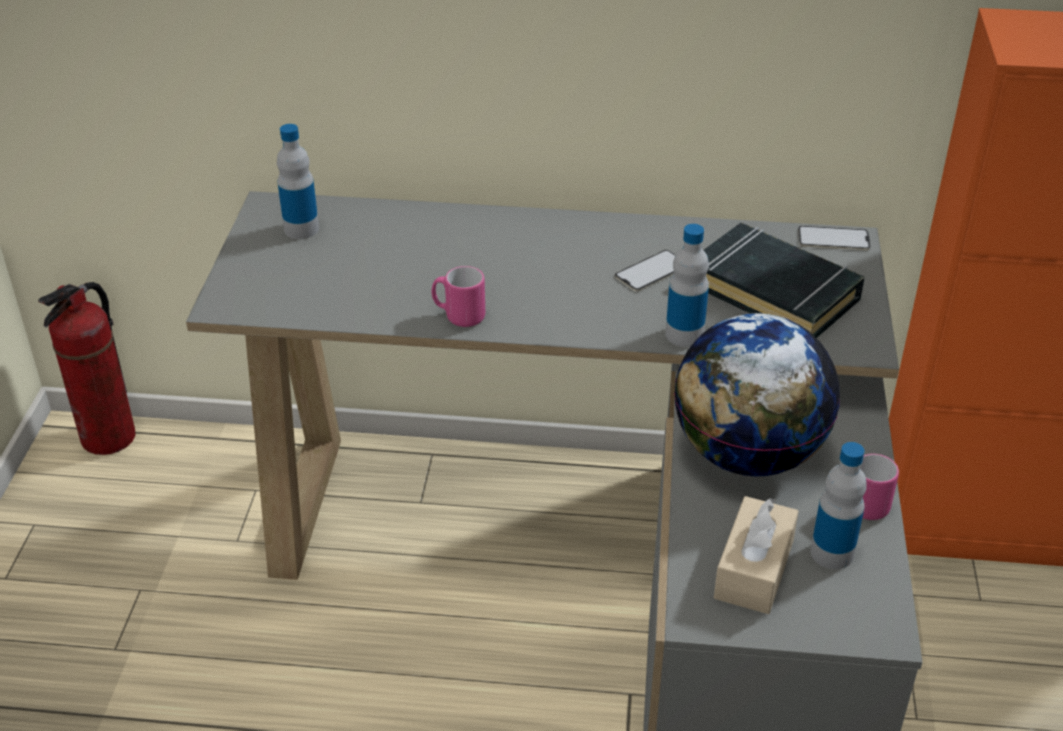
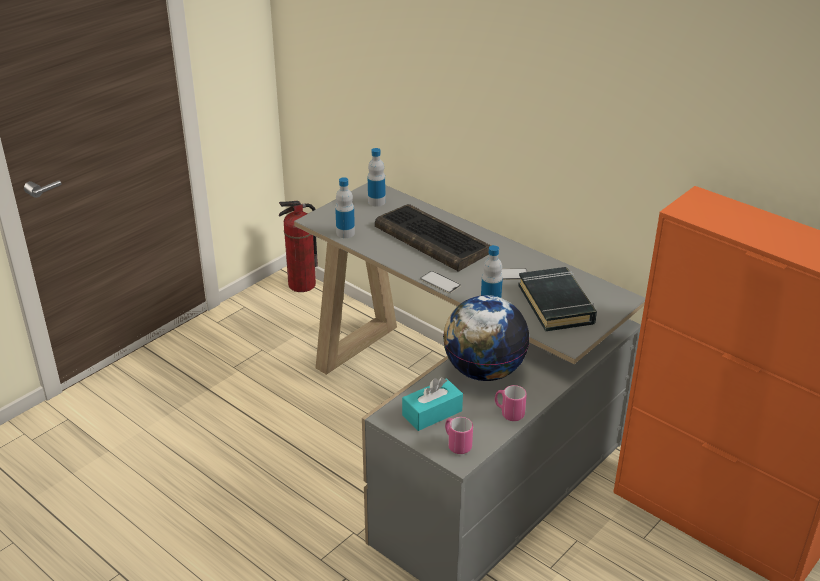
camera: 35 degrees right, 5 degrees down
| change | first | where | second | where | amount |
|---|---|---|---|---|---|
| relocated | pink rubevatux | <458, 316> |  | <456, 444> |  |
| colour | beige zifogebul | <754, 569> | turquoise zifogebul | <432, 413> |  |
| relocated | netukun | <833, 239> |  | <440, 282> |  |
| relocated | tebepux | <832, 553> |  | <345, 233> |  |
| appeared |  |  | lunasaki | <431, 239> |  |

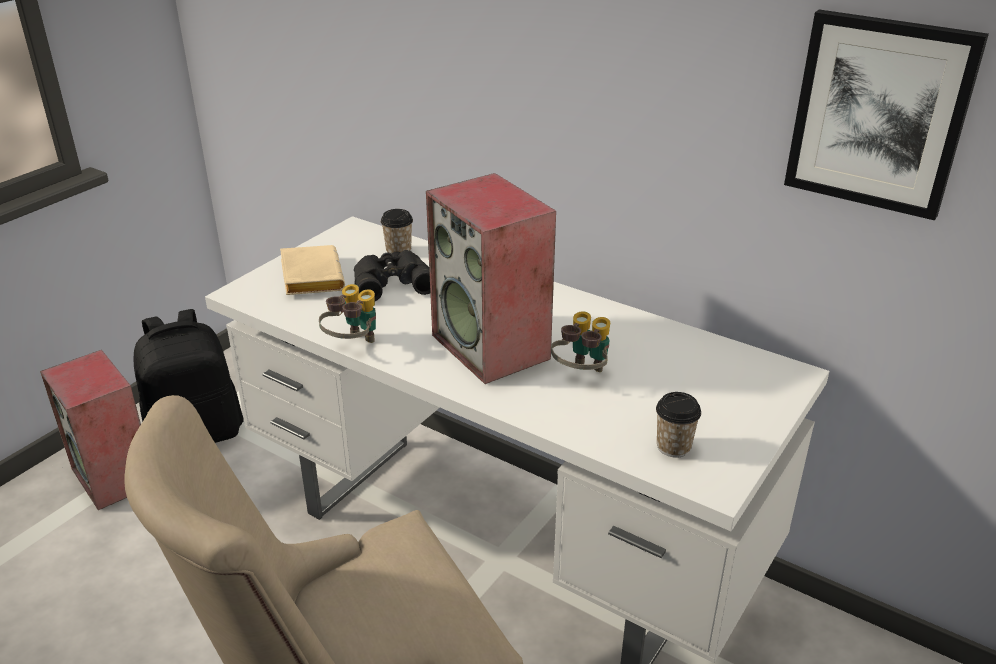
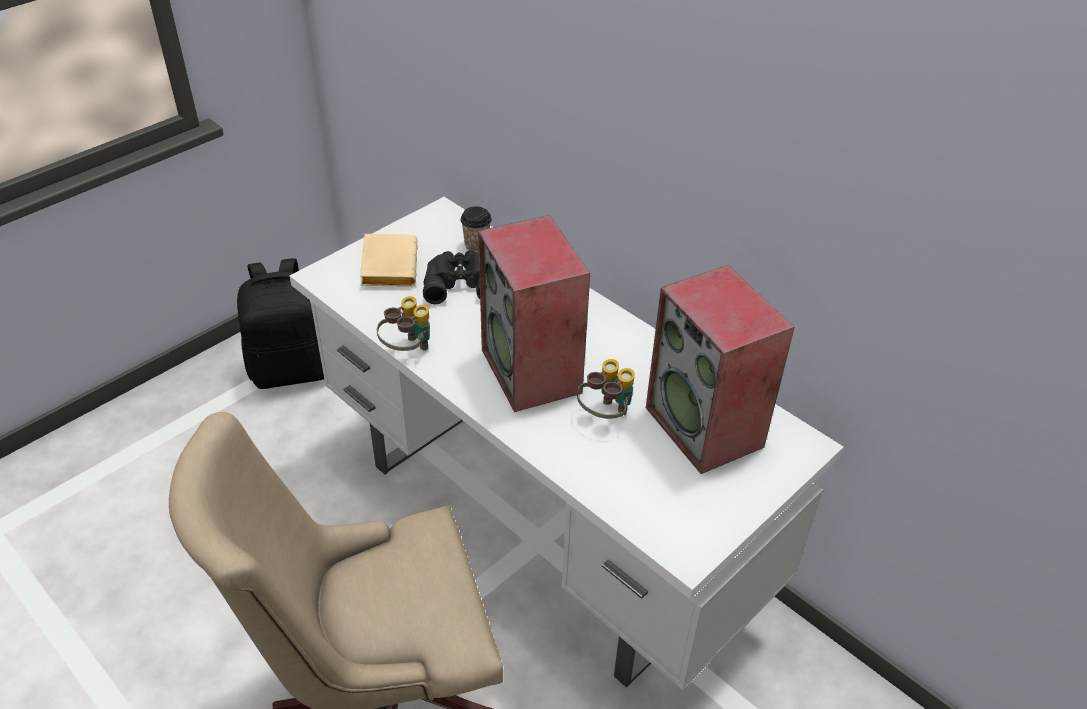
camera: 10 degrees right, 10 degrees up
| change | first | where | second | where | amount |
|---|---|---|---|---|---|
| relocated | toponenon | <115, 477> |  | <706, 427> |  |
| missing | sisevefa | <673, 447> |  |  |  |
| missing | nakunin | <879, 114> |  |  |  |

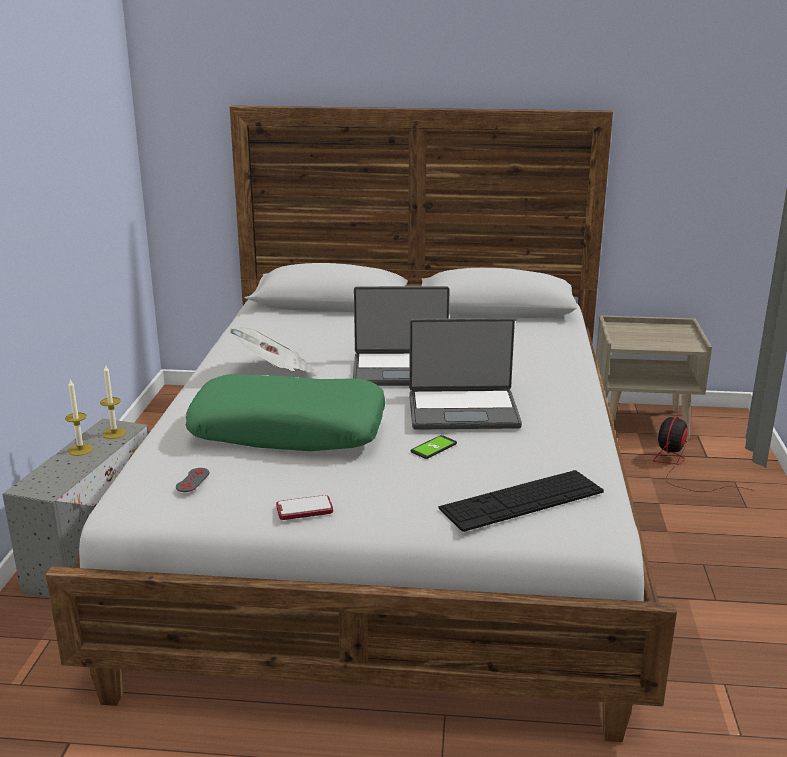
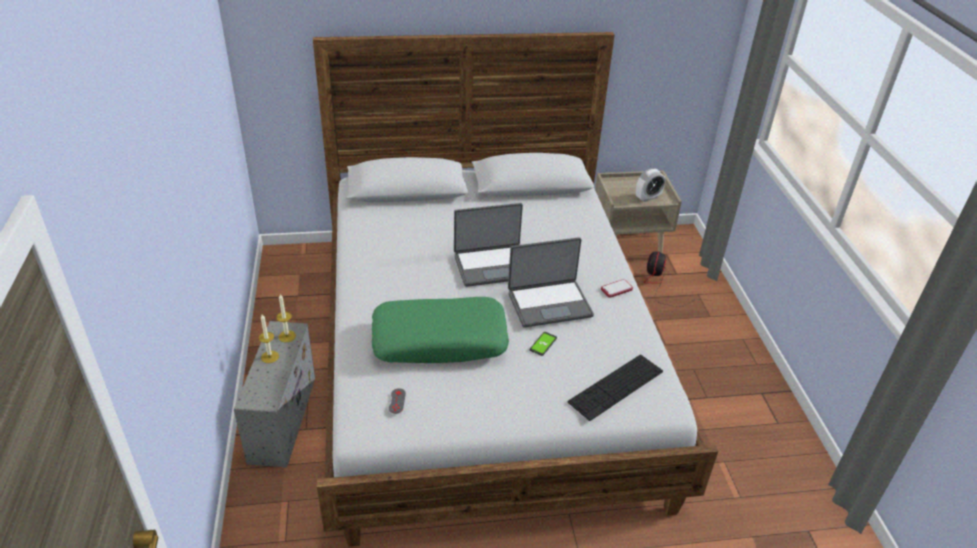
camera: 15 degrees left, 15 degrees up
| change | first | where | second | where | amount |
|---|---|---|---|---|---|
| missing | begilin | <274, 372> |  |  |  |
| relocated | netukun | <304, 509> |  | <616, 289> |  |
| appeared |  |  | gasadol | <648, 198> |  |

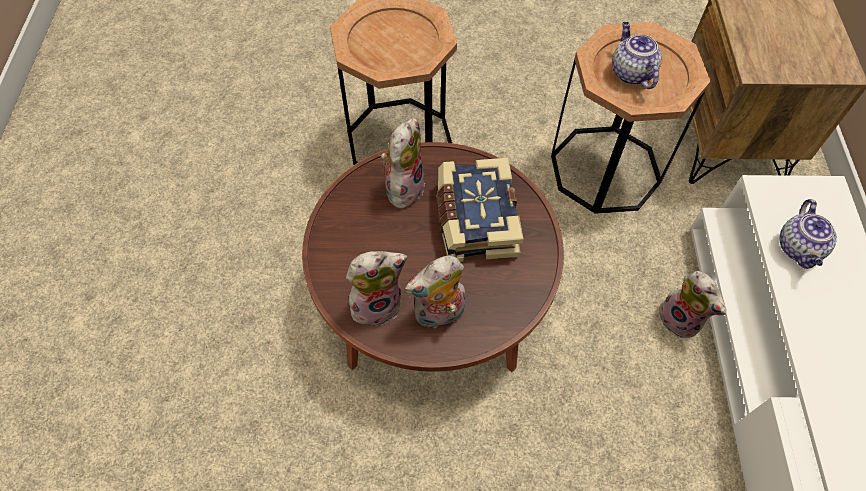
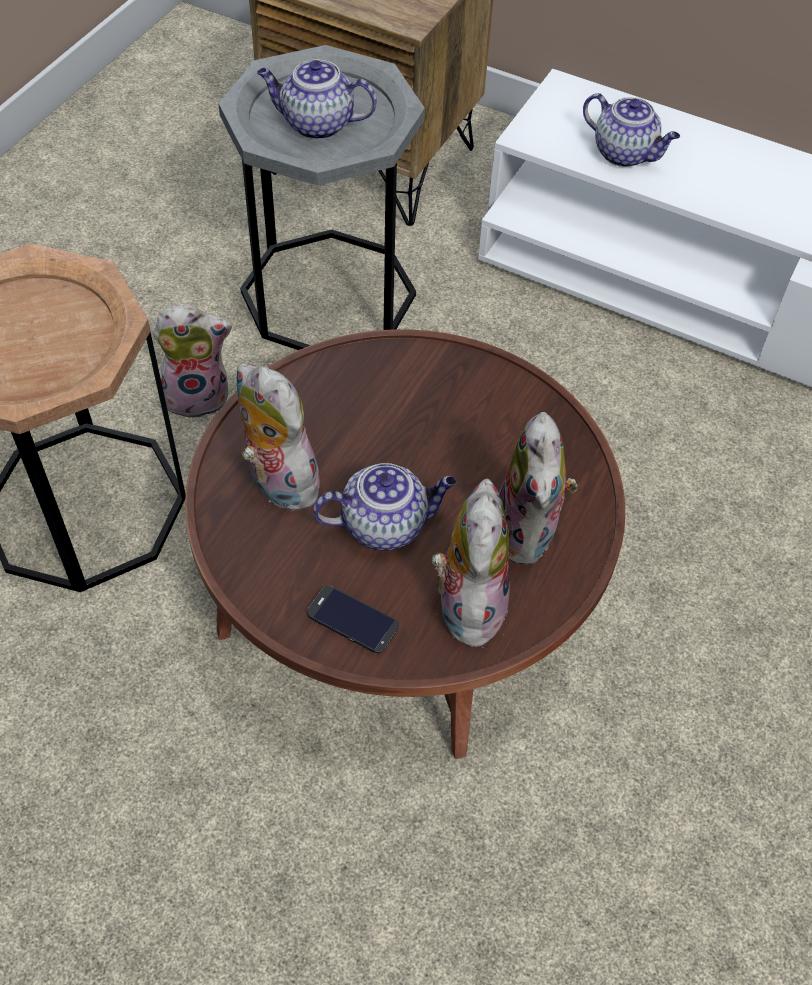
camera: 65 degrees left, 5 degrees down
| change | first | where | second | where | amount |
|---|---|---|---|---|---|
| missing | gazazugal | <475, 220> |  |  |  |
| colour | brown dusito | <605, 169> | grey dusito | <328, 293> |  |
| relocated | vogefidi | <681, 320> |  | <198, 395> |  |
| appeared |  |  | netukun | <353, 619> |  |
| appeared |  |  | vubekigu | <385, 524> |  |

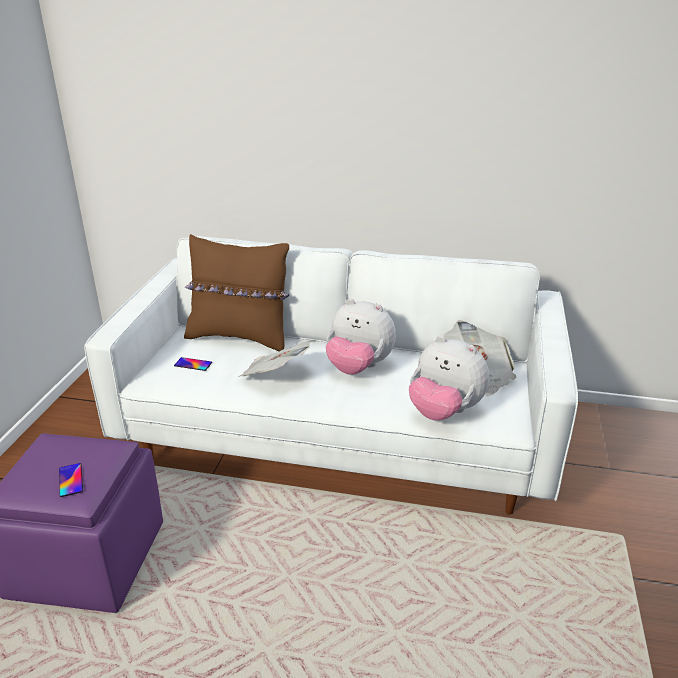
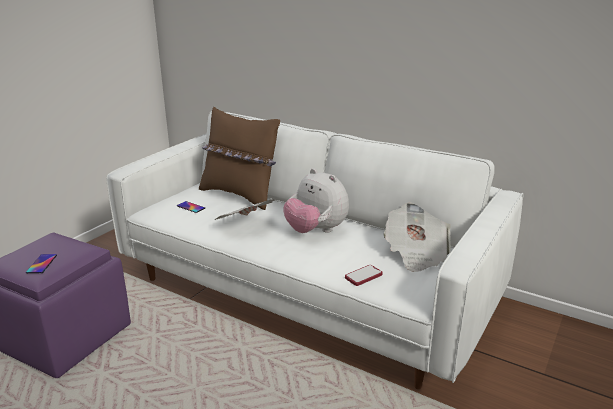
camera: 20 degrees right, 5 degrees down
| change | first | where | second | where | amount |
|---|---|---|---|---|---|
| exchanged | vogefidi | <444, 412> | netukun | <363, 276> |  |

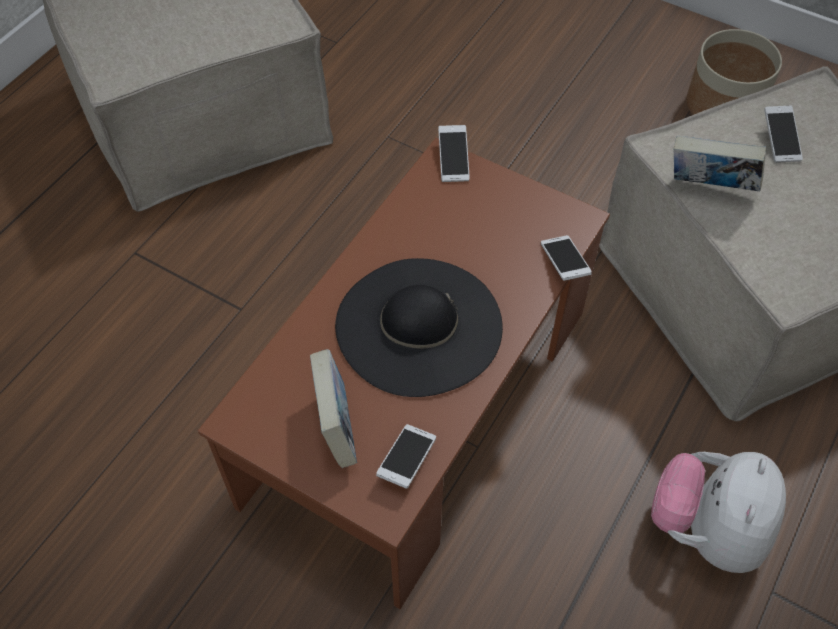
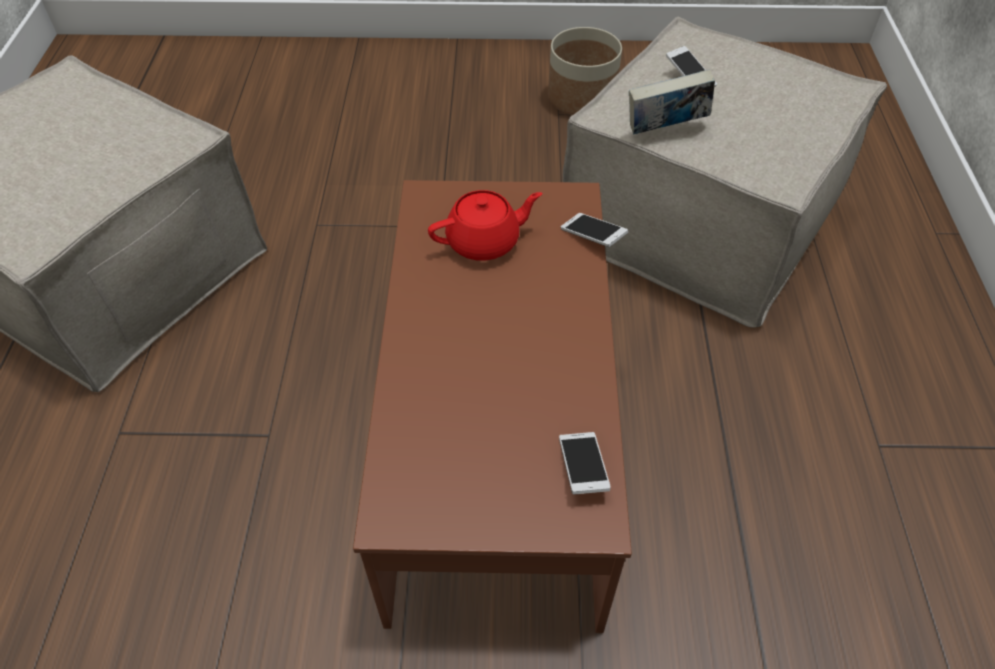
camera: 30 degrees left, 5 degrees down
| change | first | where | second | where | amount |
|---|---|---|---|---|---|
| missing | gazazugal | <336, 426> |  |  |  |
| missing | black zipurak | <418, 326> |  |  |  |
| missing | netukun | <453, 160> |  |  |  |
| missing | vogefidi | <706, 529> |  |  |  |
| appeared |  |  | red vubekigu | <484, 242> |  |

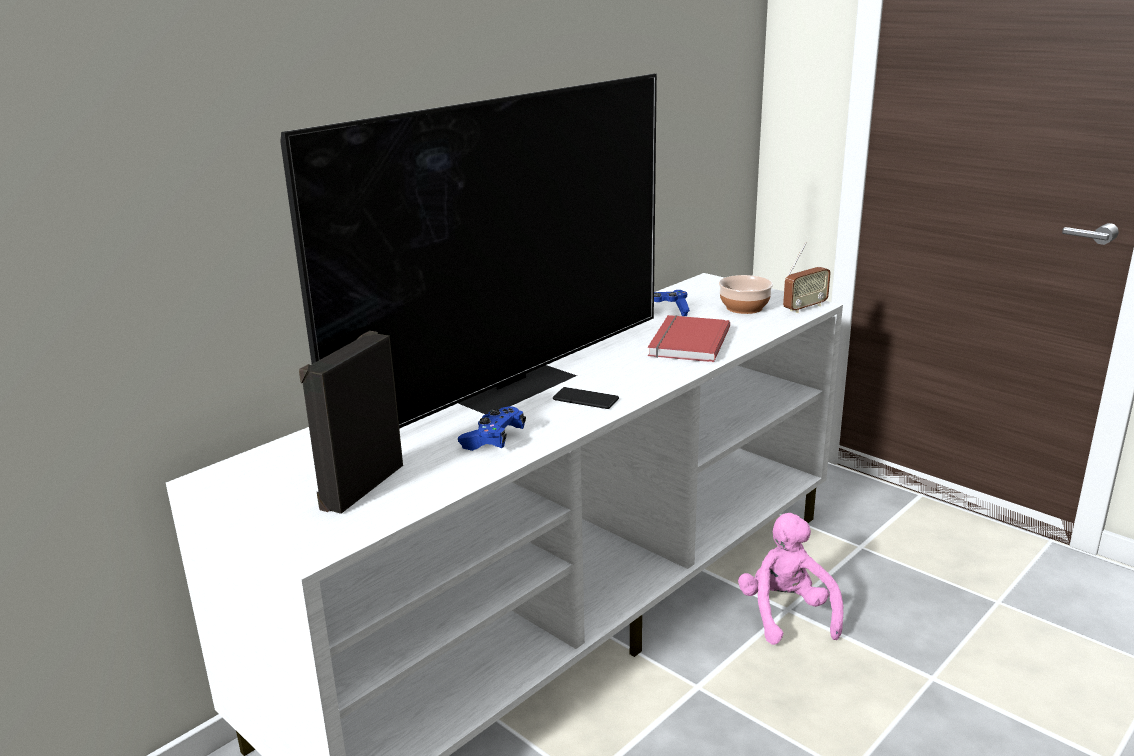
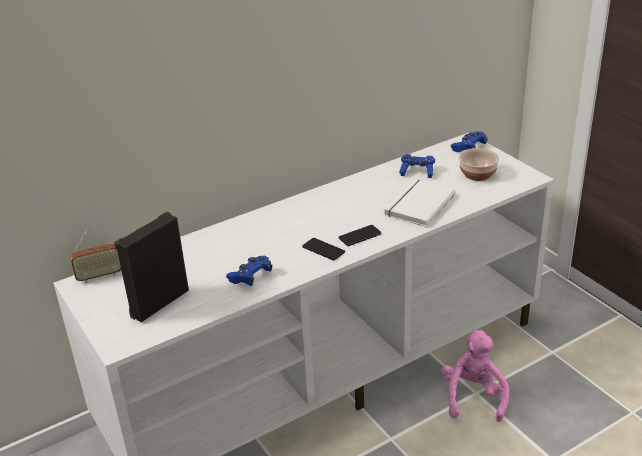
camera: 15 degrees right, 10 degrees up
| change | first | where | second | where | amount |
|---|---|---|---|---|---|
| missing | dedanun | <512, 384> |  |  |  |
| colour | red gazazugal | <686, 342> | white gazazugal | <417, 204> |  |
| relocated | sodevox | <804, 308> |  | <99, 276> |  |
| appeared |  |  | netukun | <360, 236> |  |
| appeared |  |  | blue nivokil | <469, 148> |  |

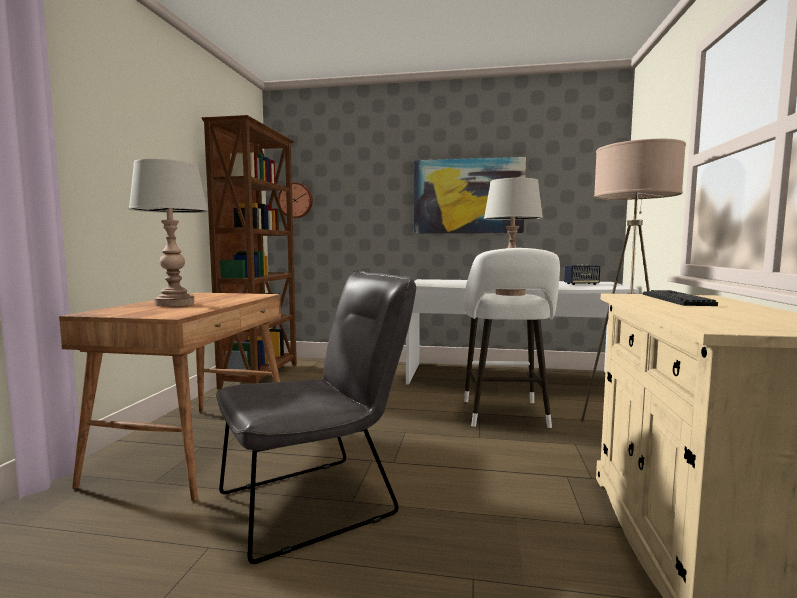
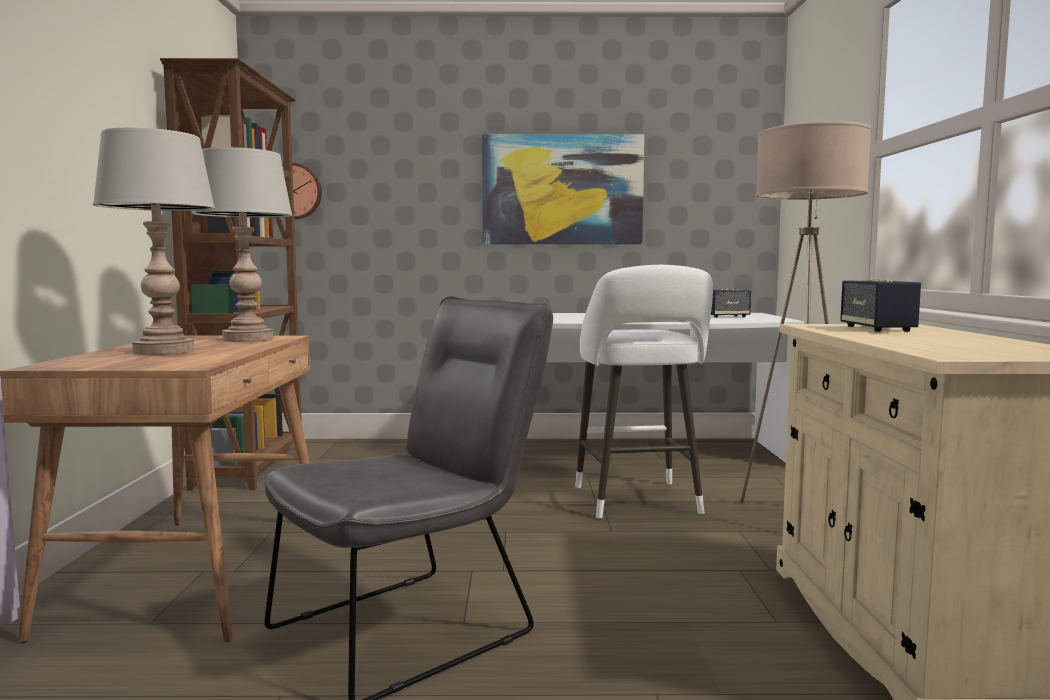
camera: 10 degrees left, 0 degrees up
| change | first | where | second | where | amount |
|---|---|---|---|---|---|
| relocated | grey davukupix | <510, 294> |  | <248, 339> |  |
| exchanged | lunasaki | <676, 299> | toponenon | <877, 329> |  |

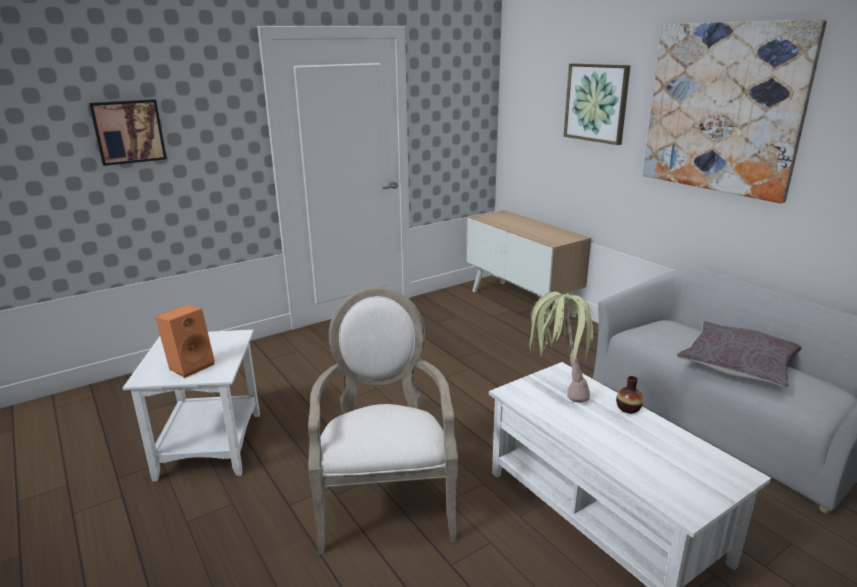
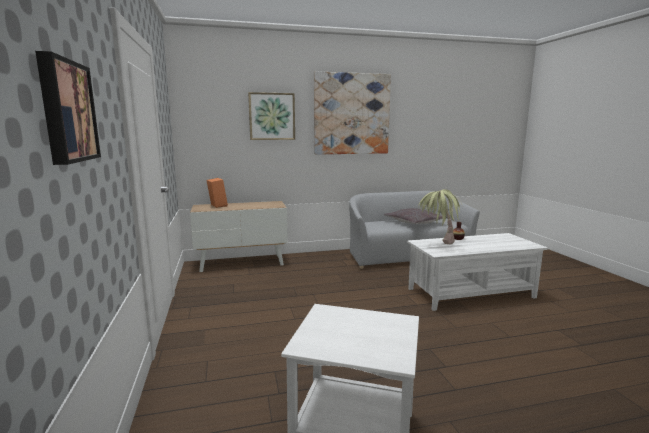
camera: 70 degrees left, 10 degrees down
| change | first | where | second | where | amount |
|---|---|---|---|---|---|
| relocated | orange toponenon | <191, 365> |  | <217, 206> |  |
| missing | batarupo | <386, 503> |  |  |  |

